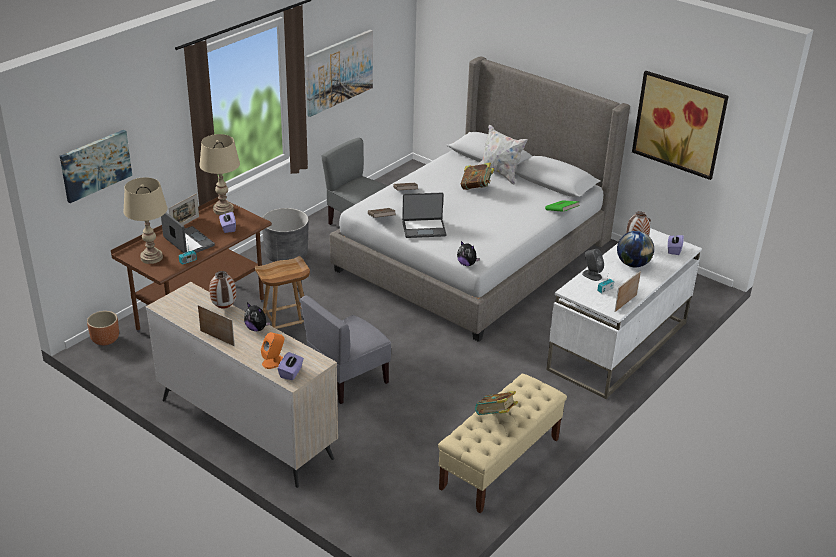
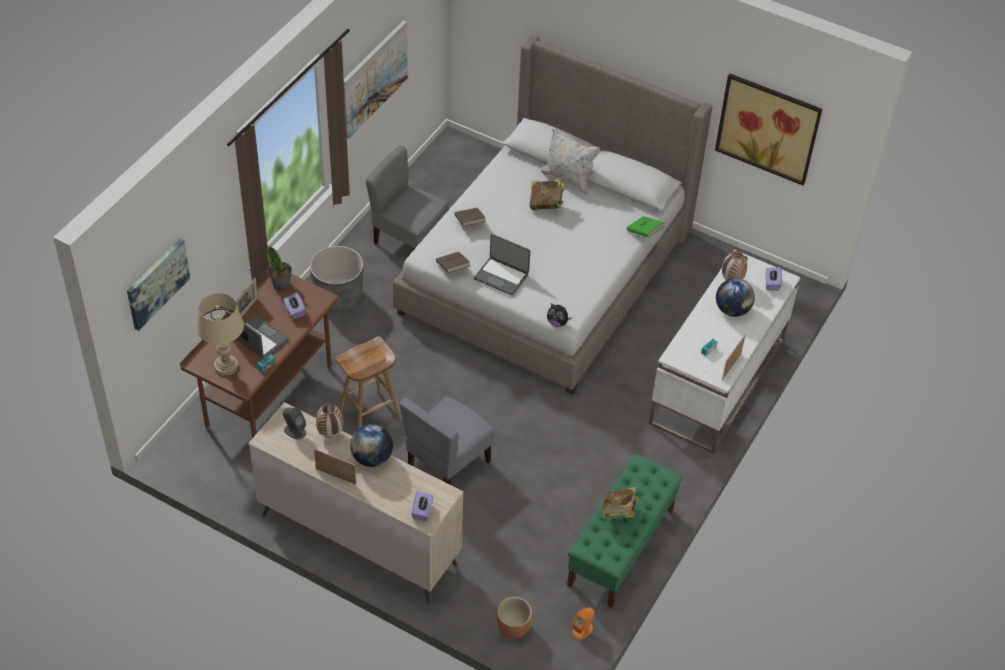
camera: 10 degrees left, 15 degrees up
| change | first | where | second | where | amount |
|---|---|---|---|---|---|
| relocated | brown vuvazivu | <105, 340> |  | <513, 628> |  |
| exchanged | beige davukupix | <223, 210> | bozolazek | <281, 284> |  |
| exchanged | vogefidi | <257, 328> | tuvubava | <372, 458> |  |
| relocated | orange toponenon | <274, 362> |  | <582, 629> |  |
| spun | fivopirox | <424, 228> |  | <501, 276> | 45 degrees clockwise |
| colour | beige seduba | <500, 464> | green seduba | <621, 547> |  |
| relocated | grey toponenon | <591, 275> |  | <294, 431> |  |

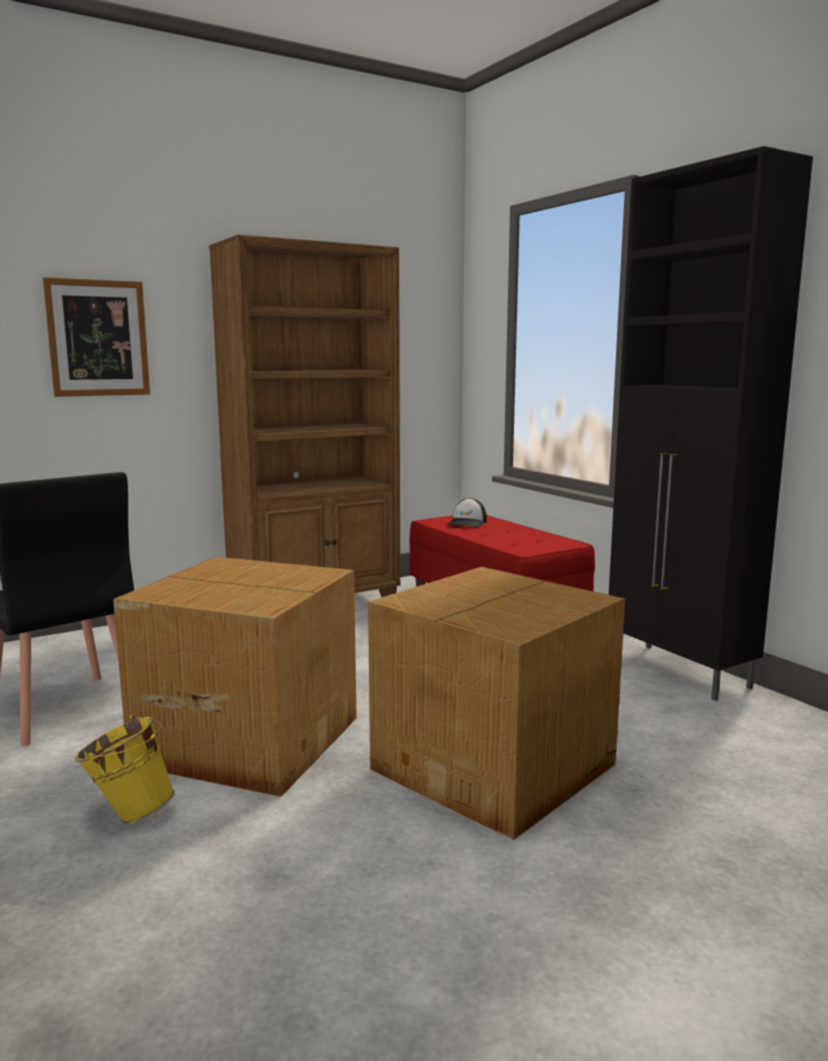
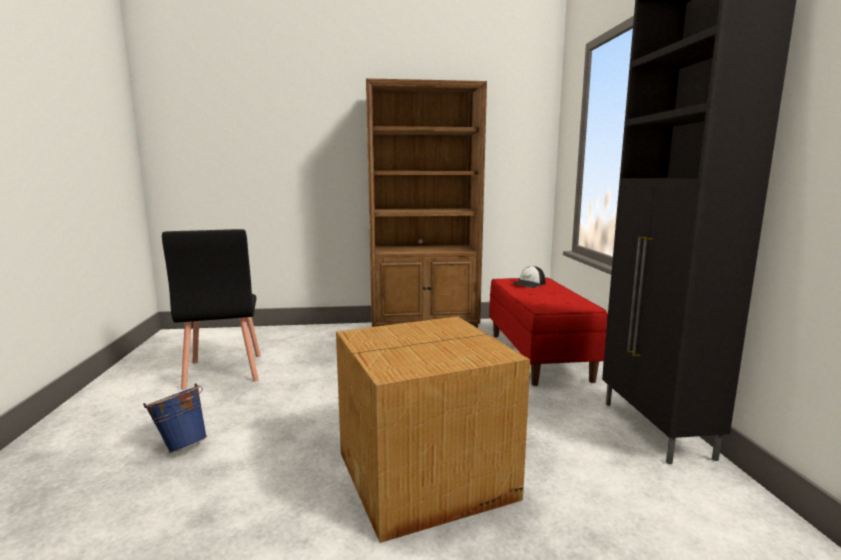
camera: 25 degrees right, 0 degrees up
| change | first | where | second | where | amount |
|---|---|---|---|---|---|
| missing | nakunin | <98, 338> |  |  |  |
| colour | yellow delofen | <129, 813> | blue delofen | <181, 446> |  |
| missing | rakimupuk | <247, 738> |  |  |  |

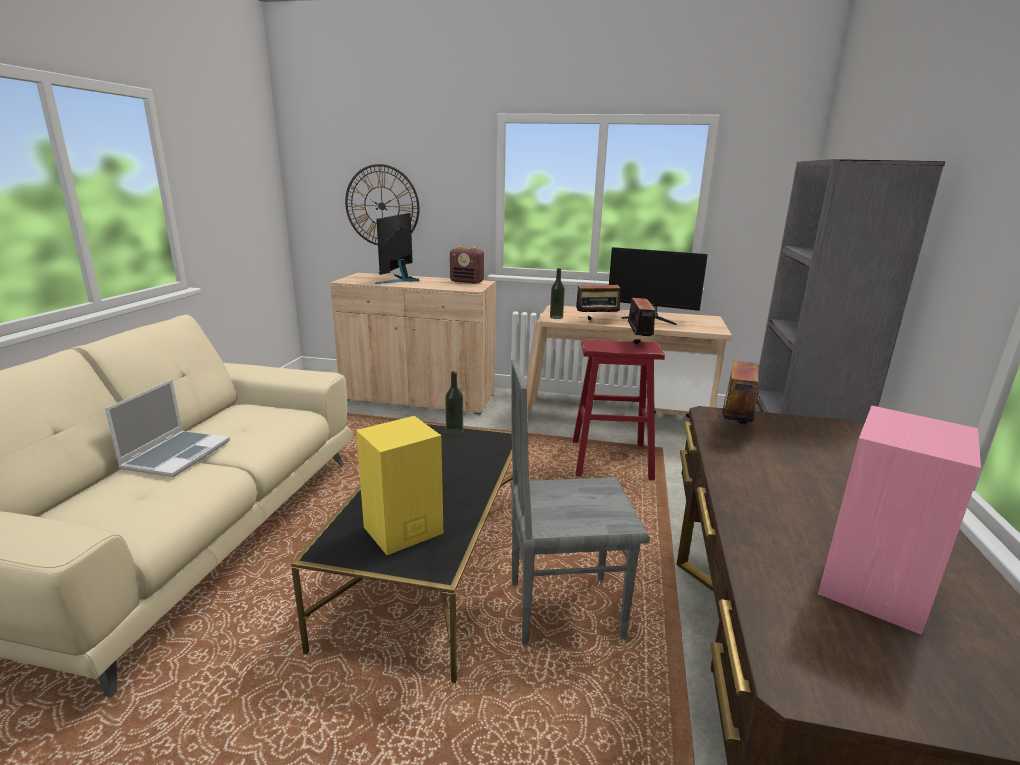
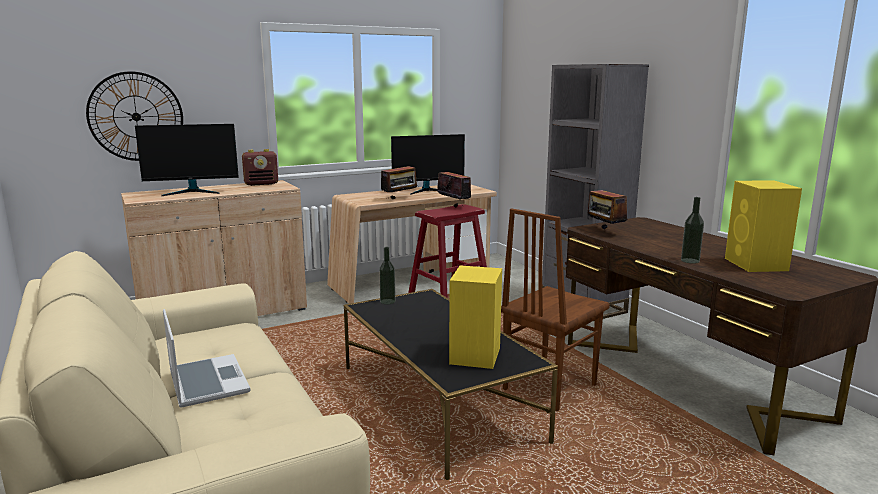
camera: 40 degrees left, 5 degrees down
| change | first | where | second | where | amount |
|---|---|---|---|---|---|
| spun | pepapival | <399, 280> |  | <193, 192> | 75 degrees counterclockwise |
| colour | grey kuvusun | <563, 608> | brown kuvusun | <547, 387> |  |
| relocated | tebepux | <556, 317> |  | <690, 261> |  |
| colour | pink toponenon | <872, 587> | yellow toponenon | <756, 265> |  |

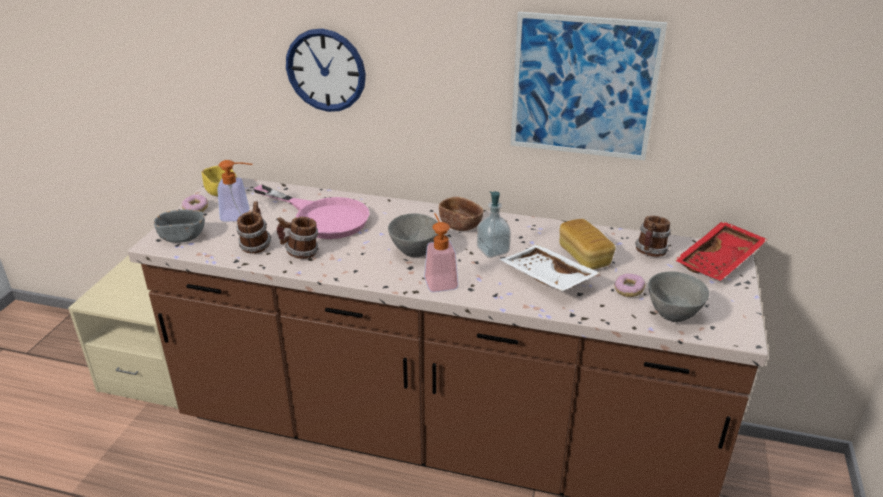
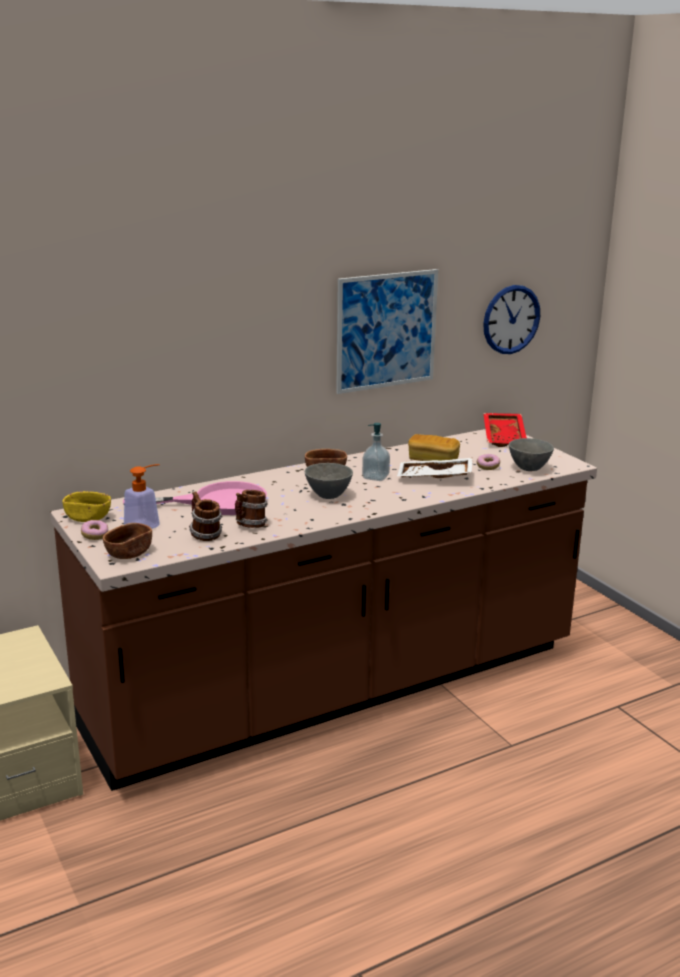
camera: 45 degrees left, 10 degrees down
| change | first | where | second | where | amount |
|---|---|---|---|---|---|
| colour | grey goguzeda | <182, 237> | brown goguzeda | <129, 553> |  |
| relocated | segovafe | <326, 70> |  | <511, 319> |  |
| missing | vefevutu | <439, 280> |  |  |  |
| missing | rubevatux | <650, 253> |  |  |  |

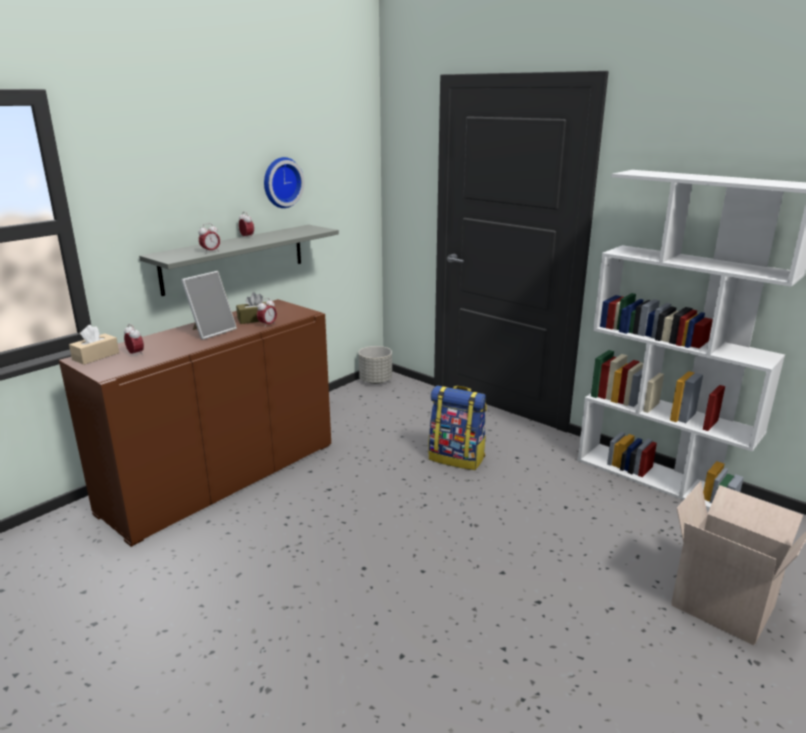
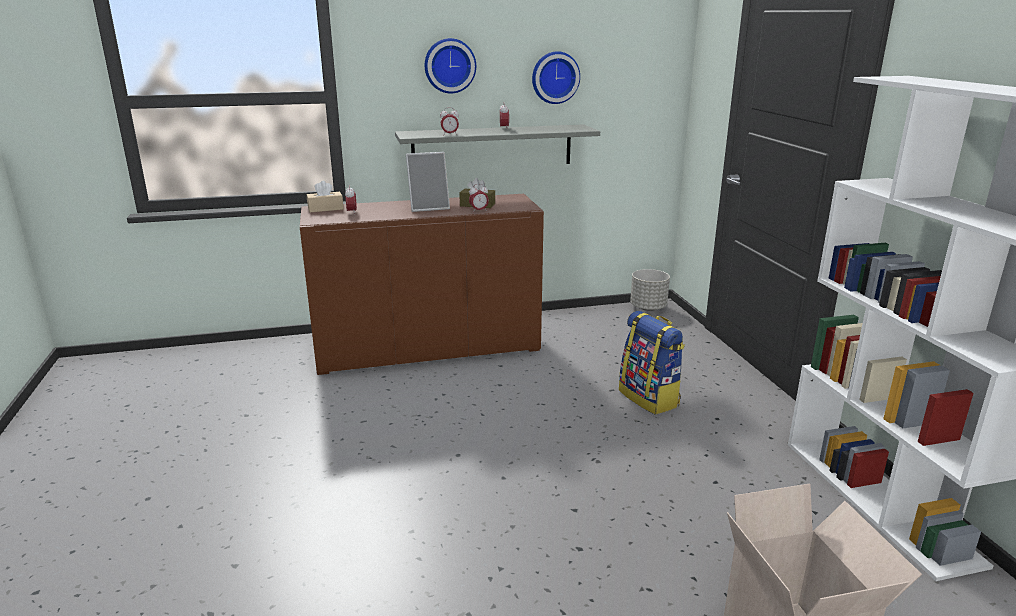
camera: 35 degrees right, 0 degrees up
| change | first | where | second | where | amount |
|---|---|---|---|---|---|
| appeared |  |  | segovafe | <449, 65> |  |

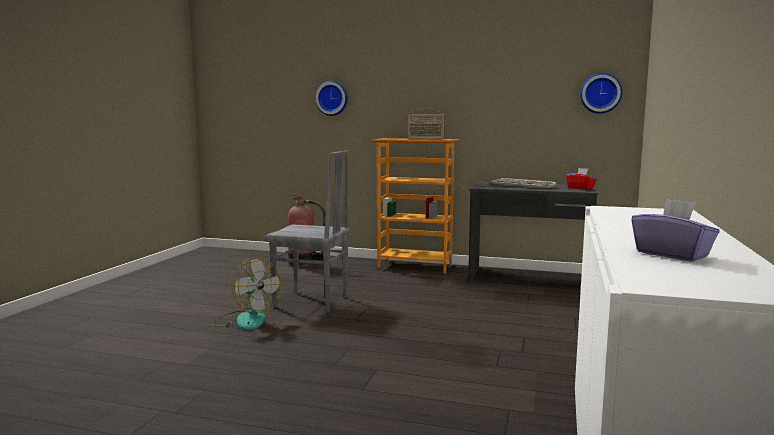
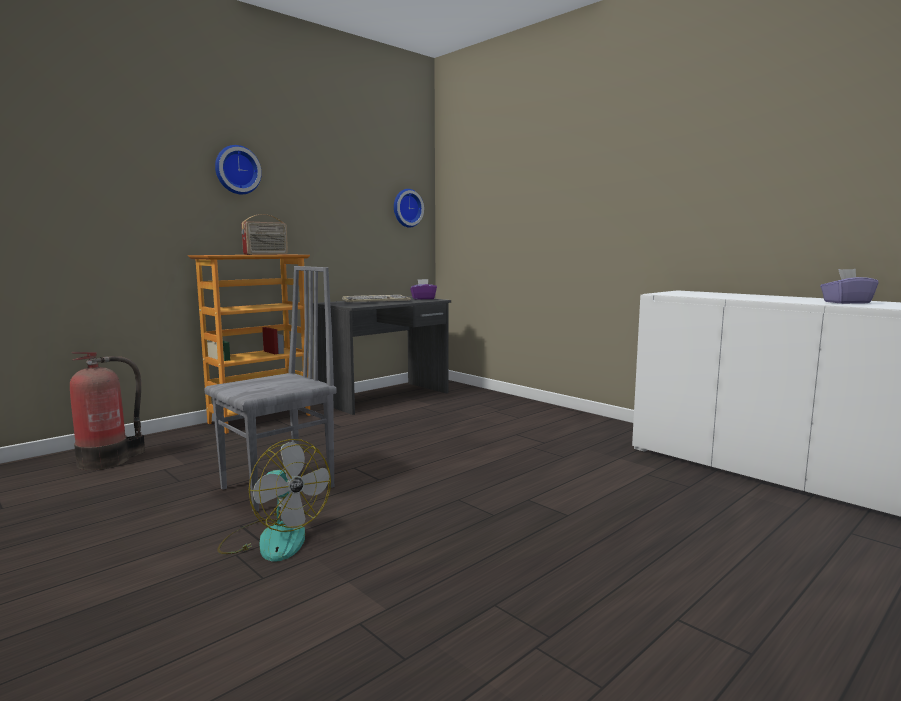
camera: 60 degrees left, 0 degrees up
| change | first | where | second | where | amount |
|---|---|---|---|---|---|
| spun | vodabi | <245, 320> |  | <274, 538> | 60 degrees clockwise |
| relocated | segovafe | <332, 98> |  | <236, 170> |  |
| colour | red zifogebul | <580, 188> | purple zifogebul | <423, 298> |  |

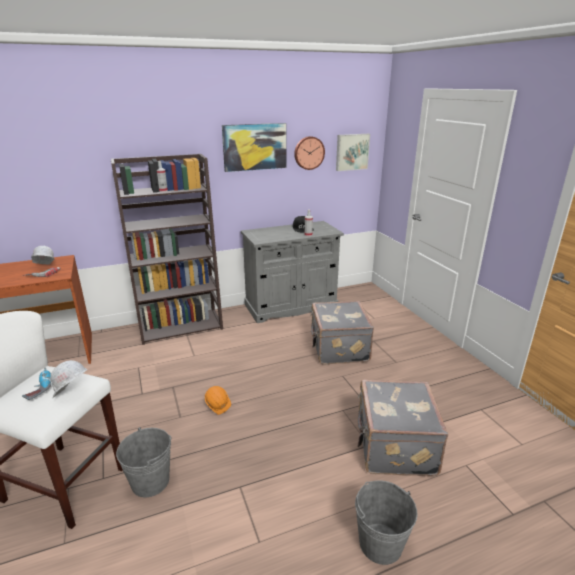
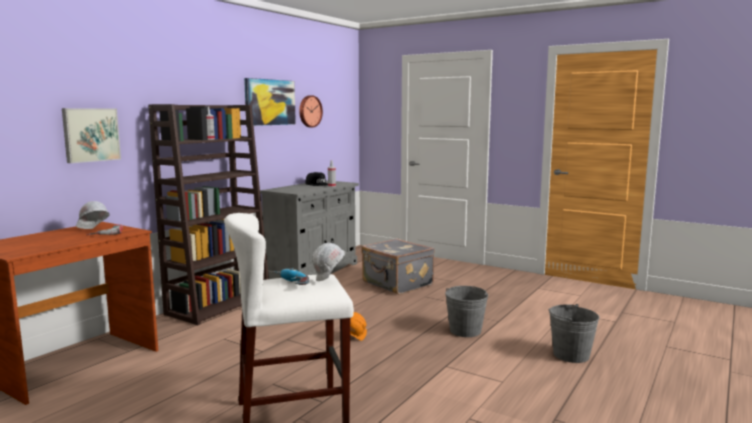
camera: 35 degrees left, 15 degrees down
| change | first | where | second | where | amount |
|---|---|---|---|---|---|
| relocated | grey delofen | <150, 481> |  | <465, 331> |  |
| relocated | nakunin | <351, 152> |  | <90, 134> |  |
| missing | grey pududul | <393, 446> |  |  |  |

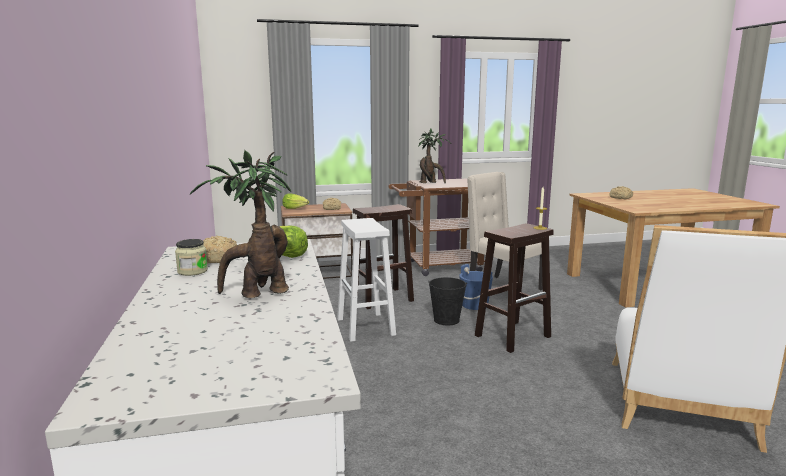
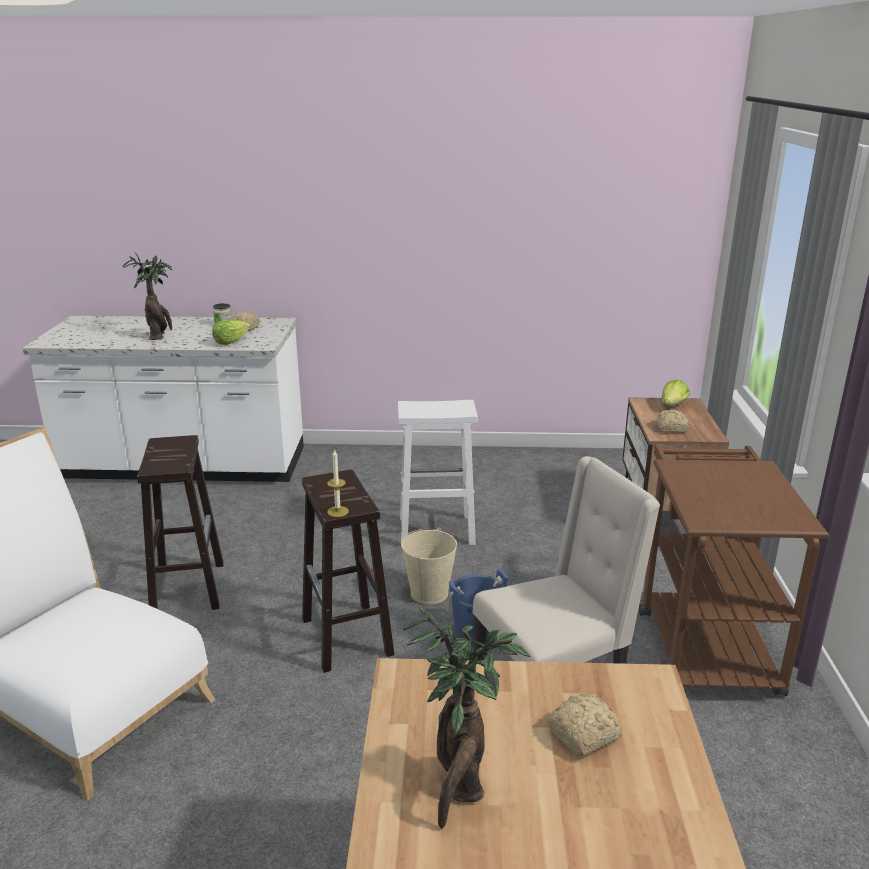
camera: 105 degrees right, 10 degrees up
| change | first | where | second | where | amount |
|---|---|---|---|---|---|
| relocated | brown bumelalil | <381, 298> |  | <188, 587> |  |
| relocated | bozolazek | <430, 183> |  | <460, 787> |  |
| colour | black delofen | <446, 320> | beige delofen | <429, 593> |  |

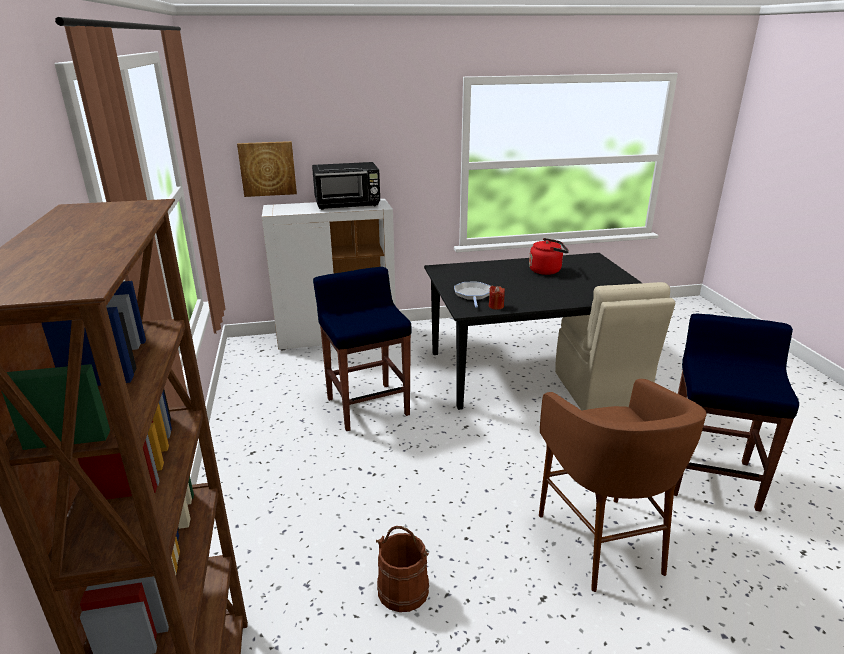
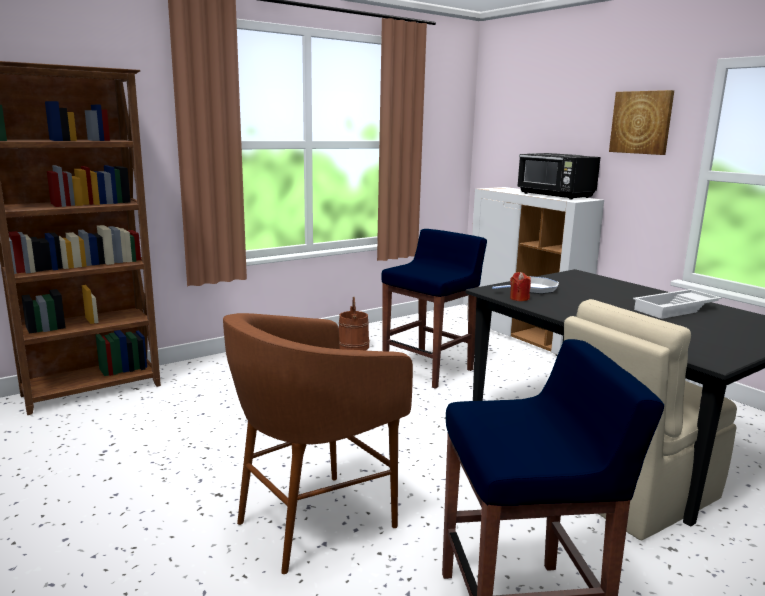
camera: 65 degrees right, 10 degrees down
| change | first | where | second | where | amount |
|---|---|---|---|---|---|
| relocated | nakunin | <267, 168> |  | <641, 122> |  |
| relocated | brown delofen | <403, 590> |  | <353, 346> |  |
| exchanged | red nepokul | <547, 270> | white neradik | <676, 309> |  |

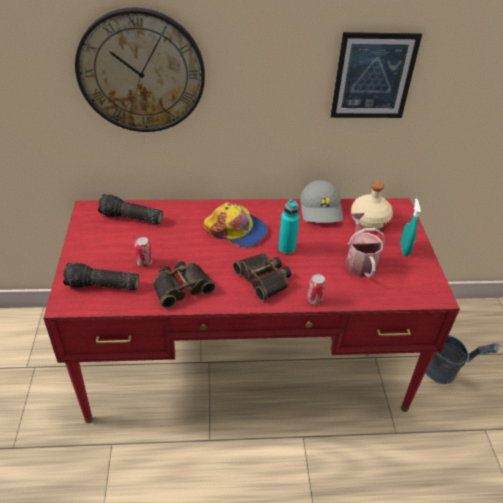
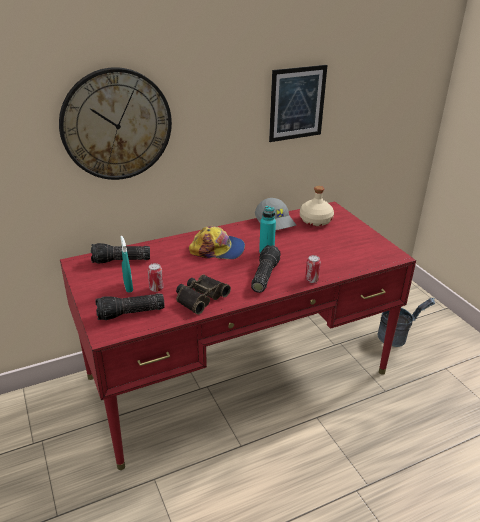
camera: 20 degrees left, 10 degrees down
| change | first | where | second | where | amount |
|---|---|---|---|---|---|
| exchanged | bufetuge | <264, 279> | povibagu | <263, 276> |  |
| missing | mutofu | <359, 261> |  |  |  |
| relocated | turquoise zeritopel | <404, 249> |  | <128, 287> |  |

